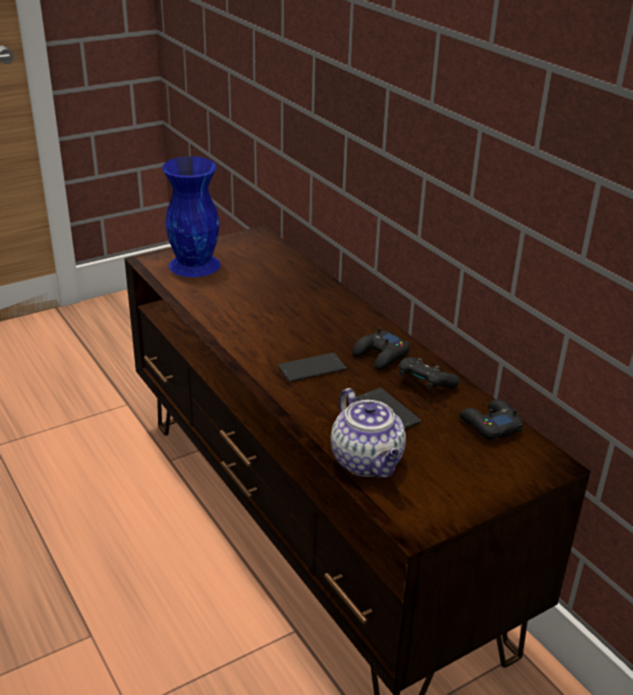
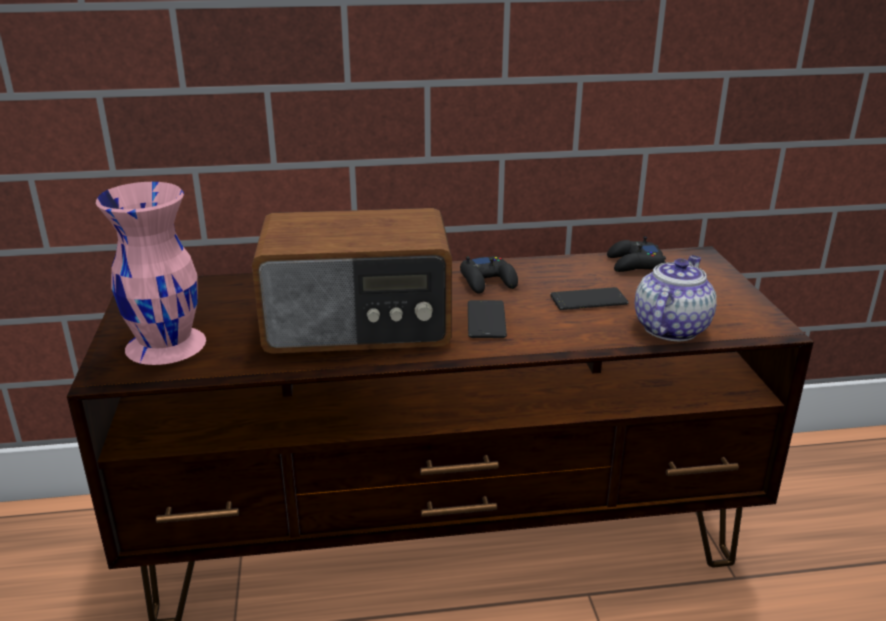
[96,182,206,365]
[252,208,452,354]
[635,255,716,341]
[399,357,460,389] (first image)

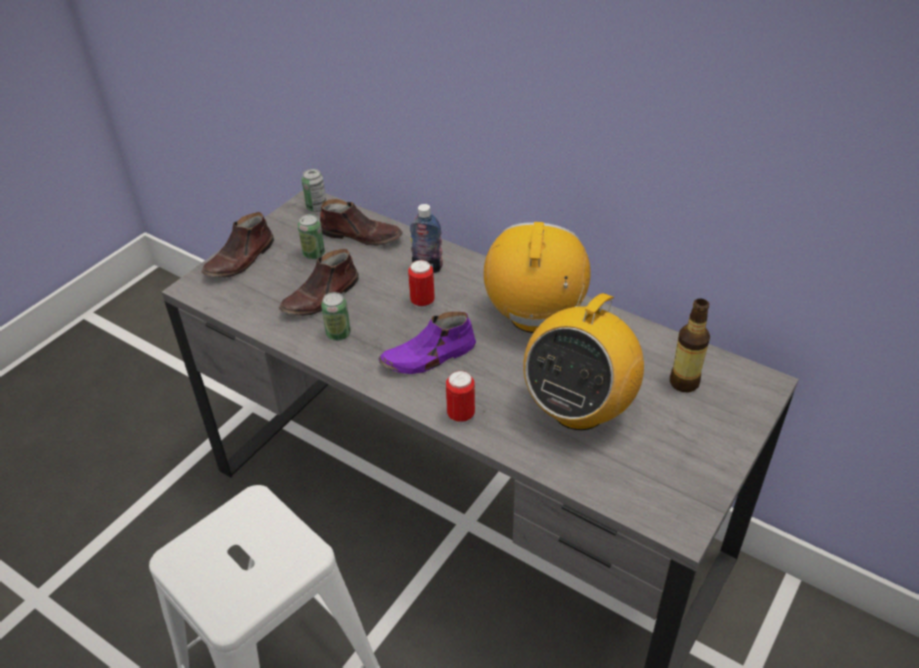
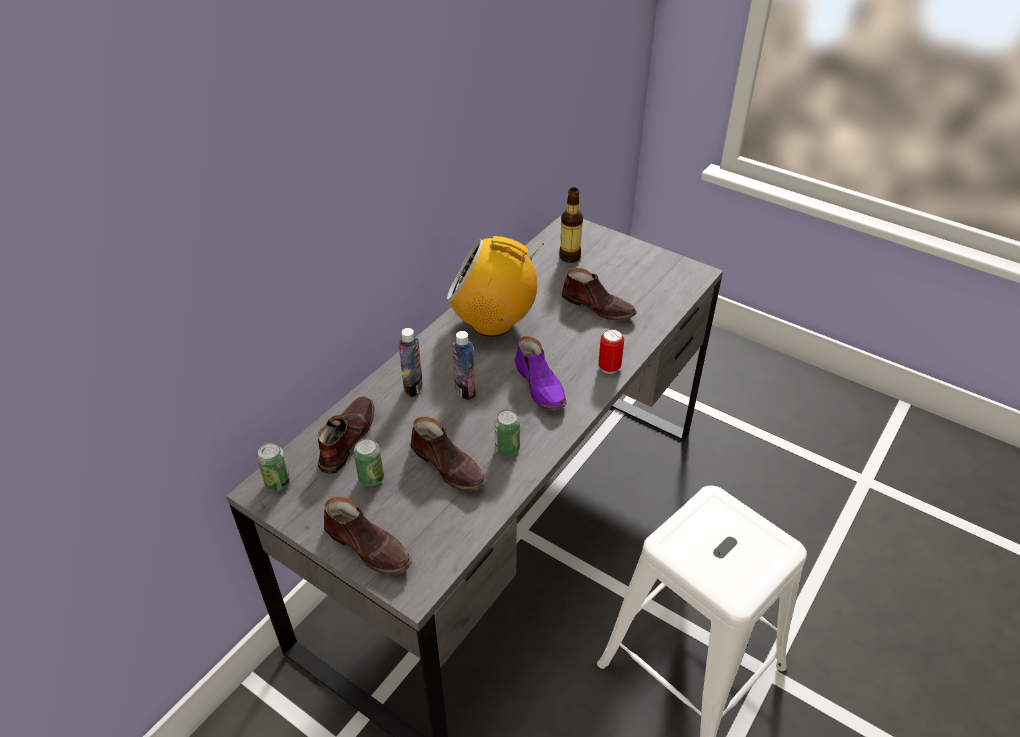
[452,331,475,400]
[561,268,637,320]

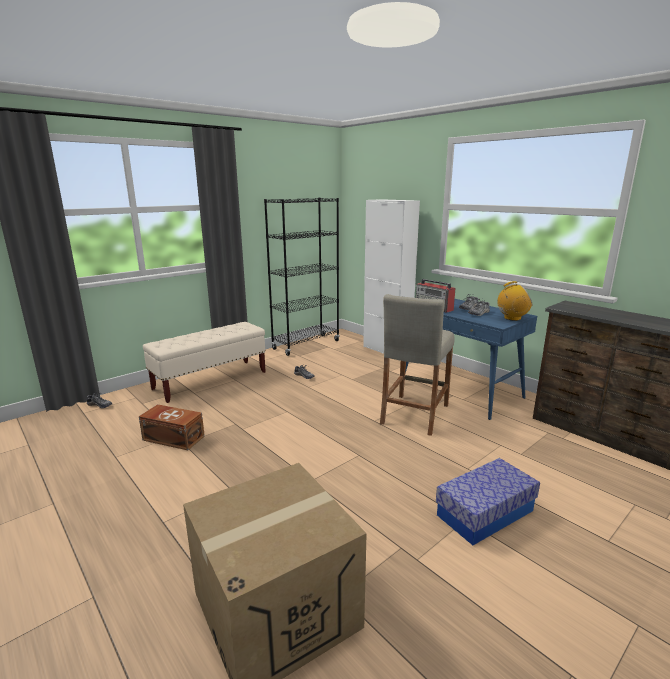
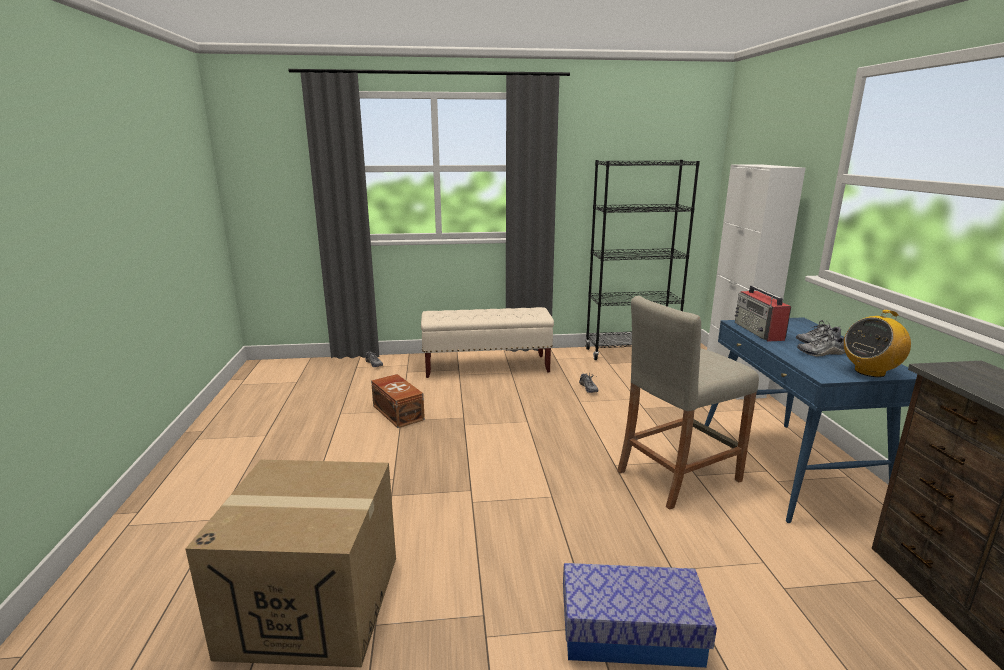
[844,310,911,377]

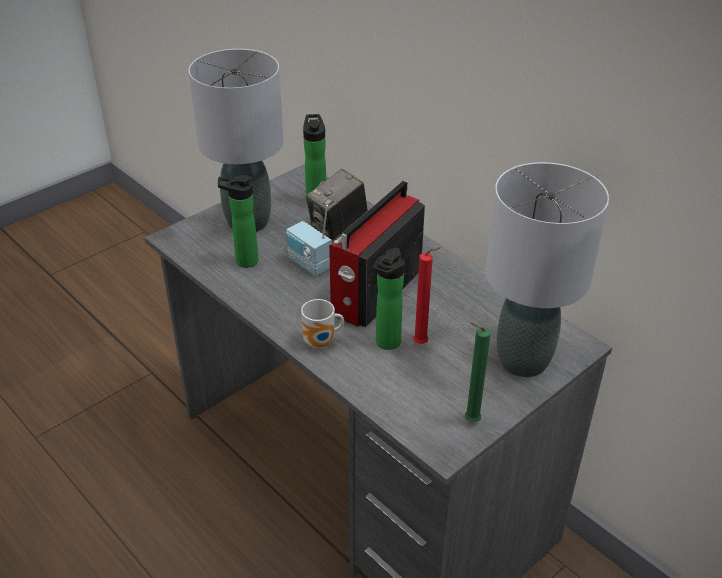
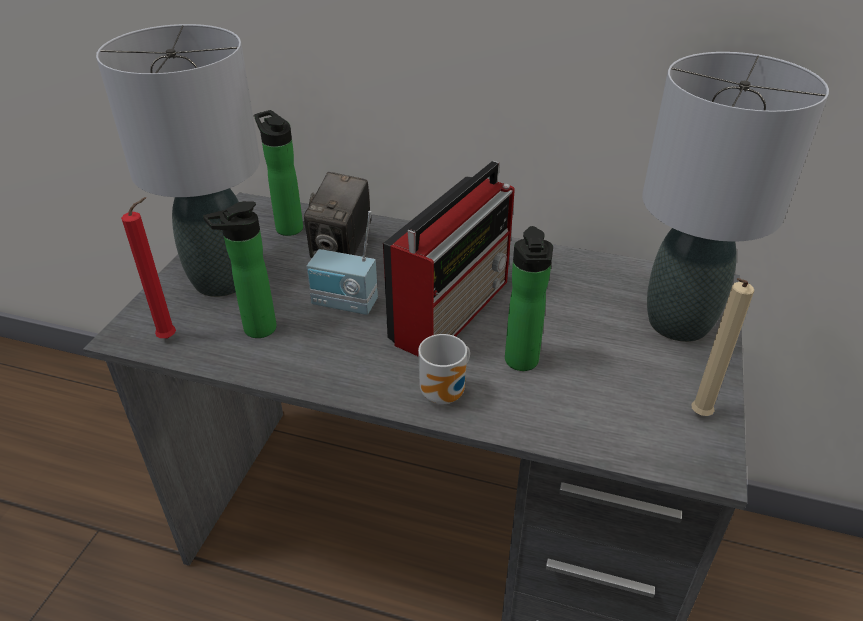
[121,197,176,338]
[383,161,515,357]
[691,278,754,416]

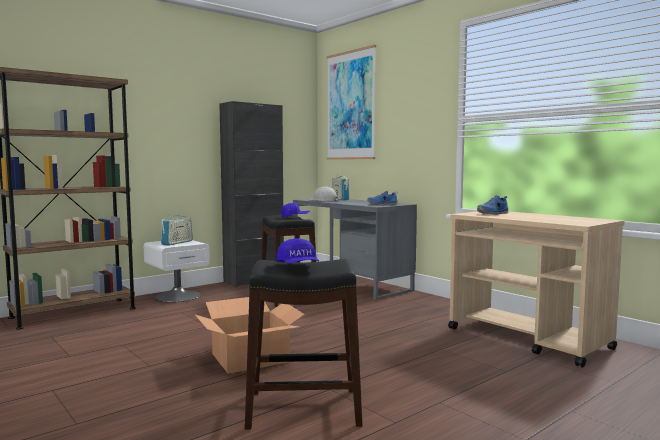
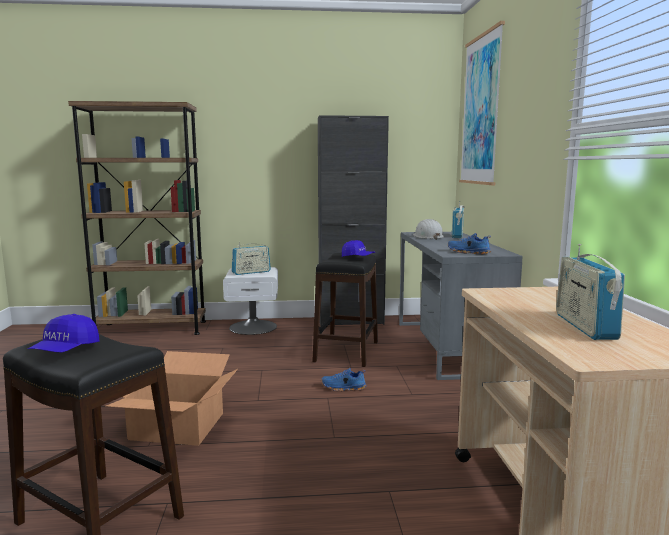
[321,368,366,391]
[556,244,625,340]

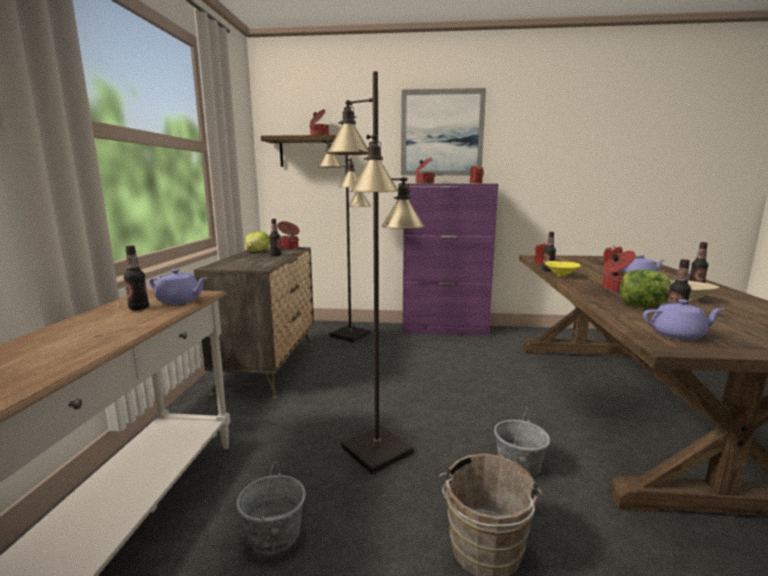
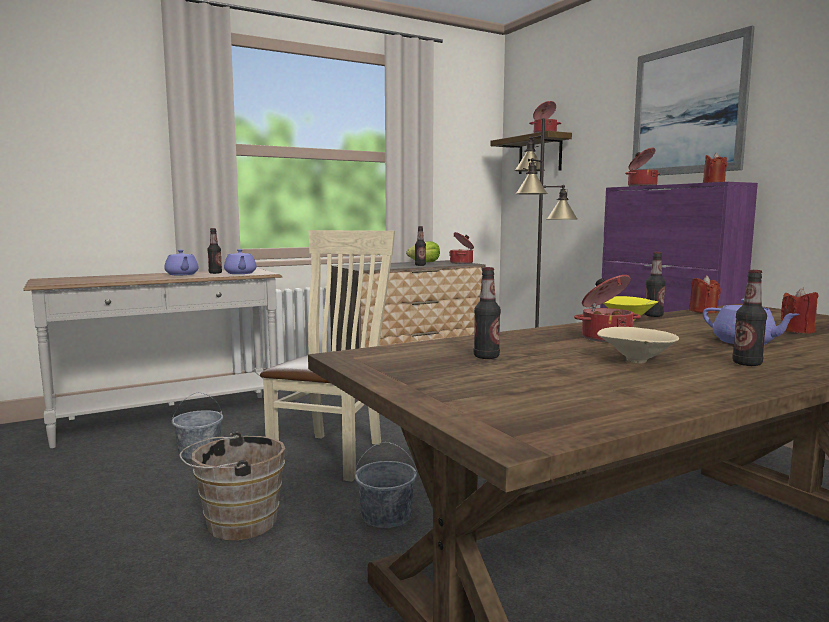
[164,250,199,275]
[260,230,395,482]
[620,269,674,307] (first image)

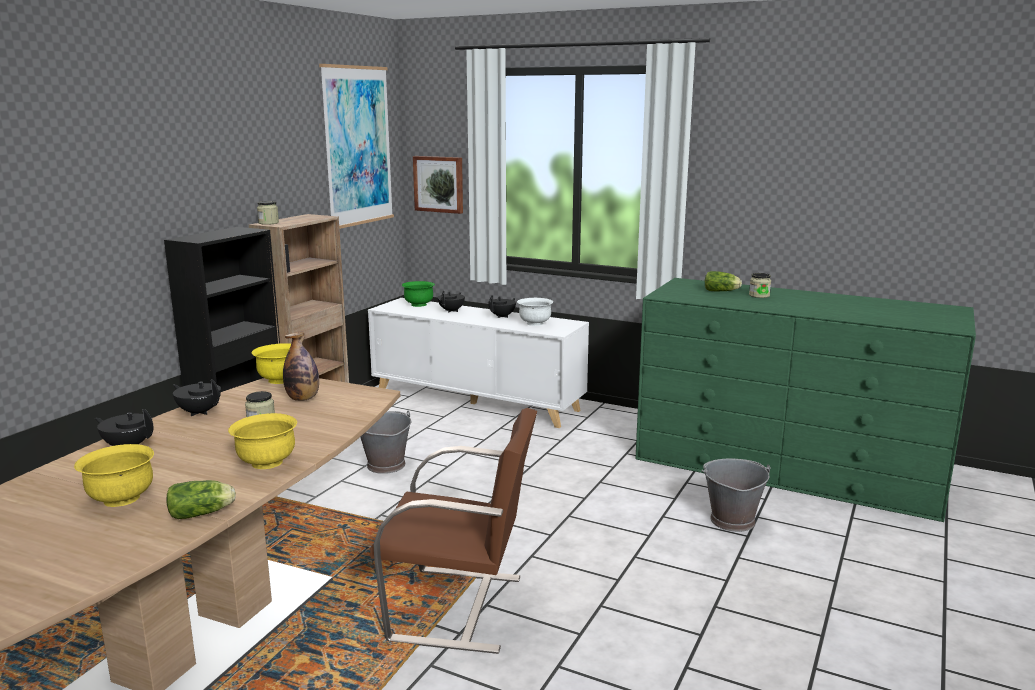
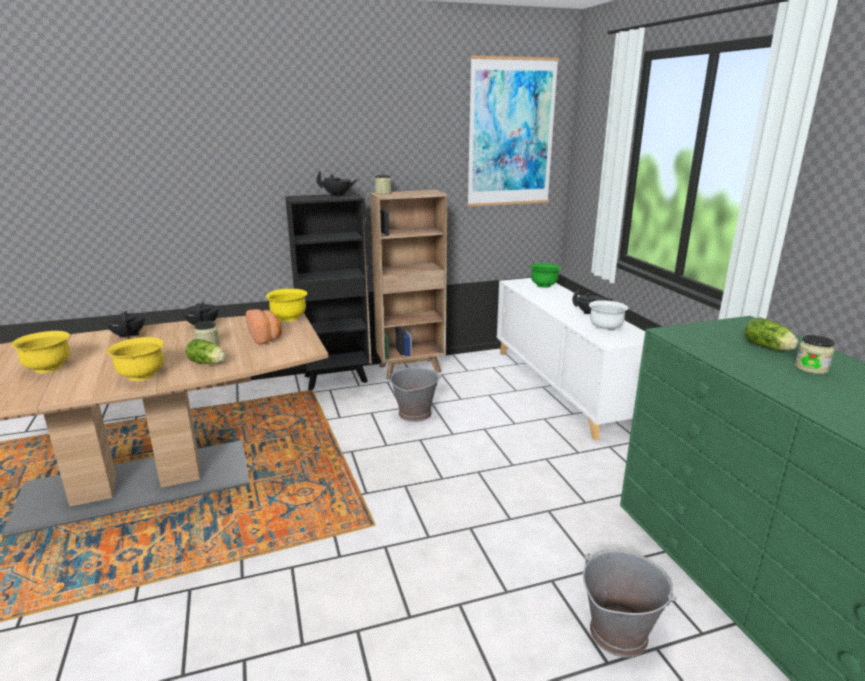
[186,339,226,364]
[246,309,282,344]
[317,171,357,197]
[370,408,537,654] (first image)
[413,156,463,214] (first image)

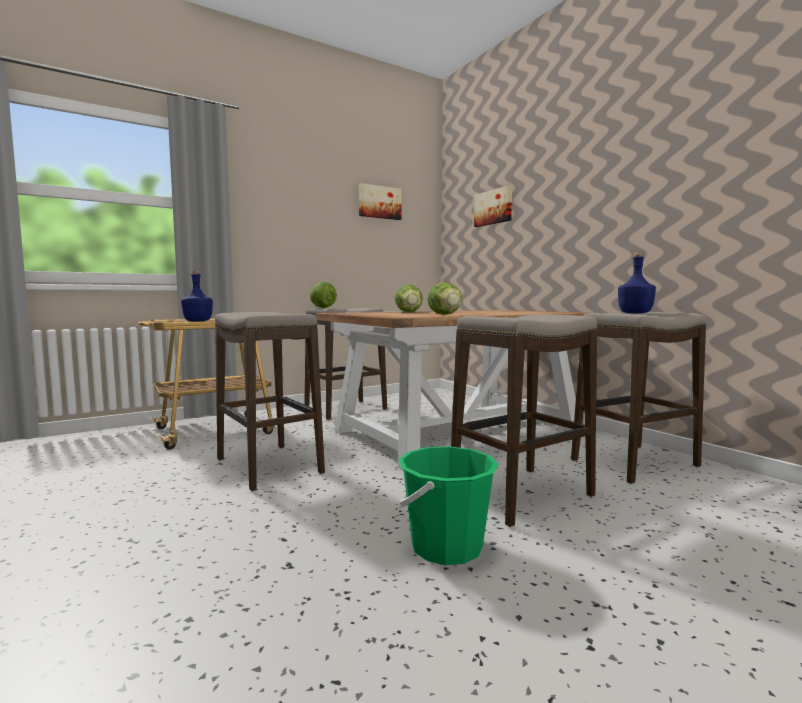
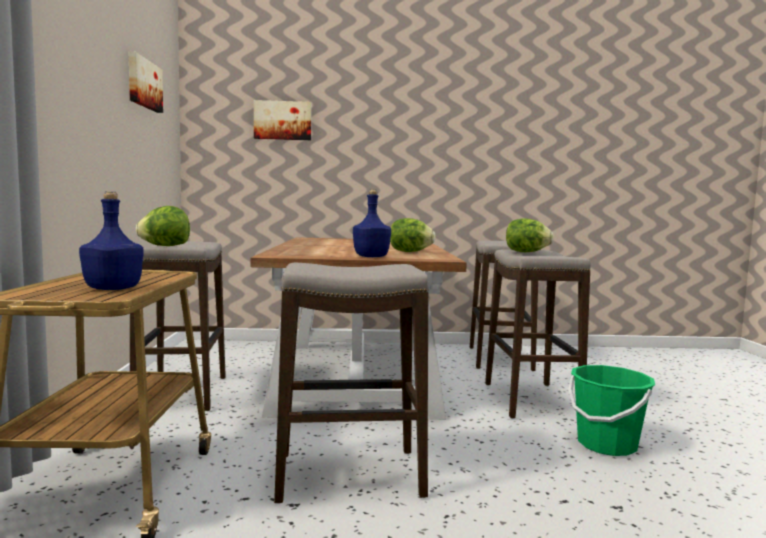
[353,189,391,257]
[506,219,554,252]

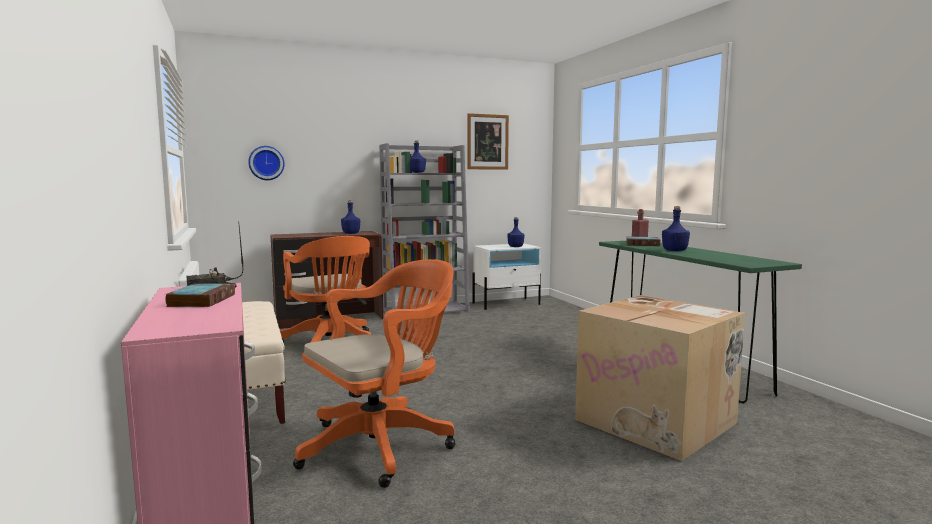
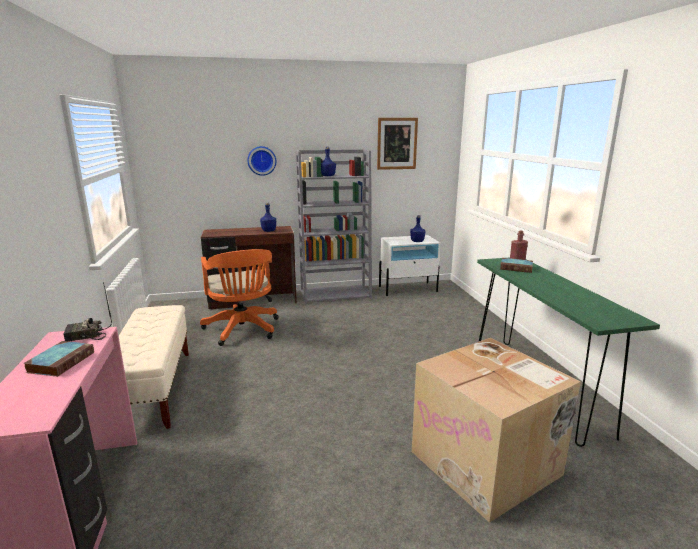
[247,146,276,176]
[293,259,456,488] (first image)
[662,206,690,251] (first image)

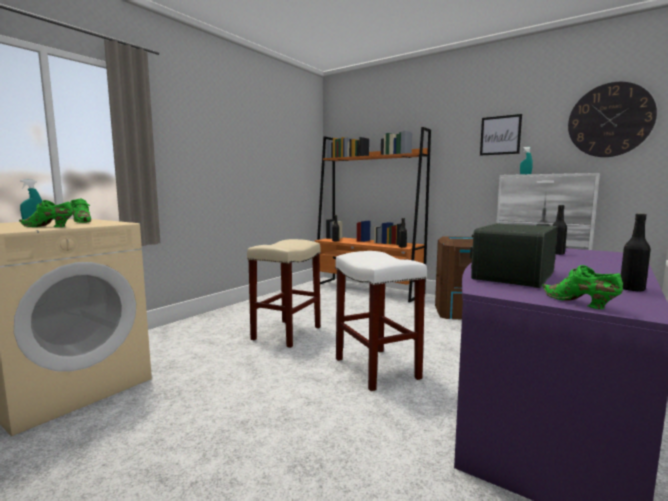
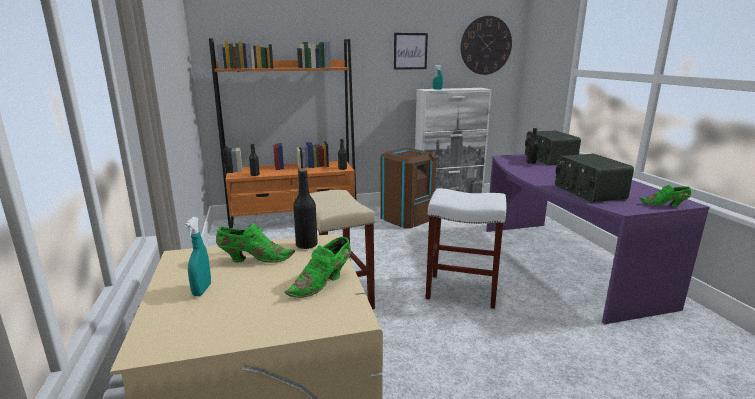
[293,170,318,249]
[525,130,581,165]

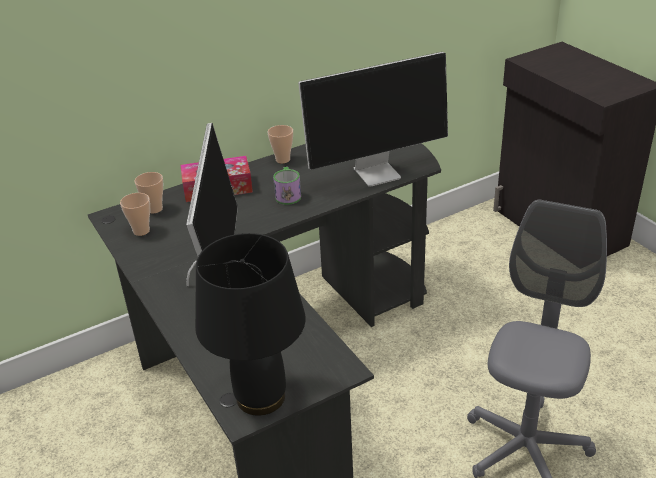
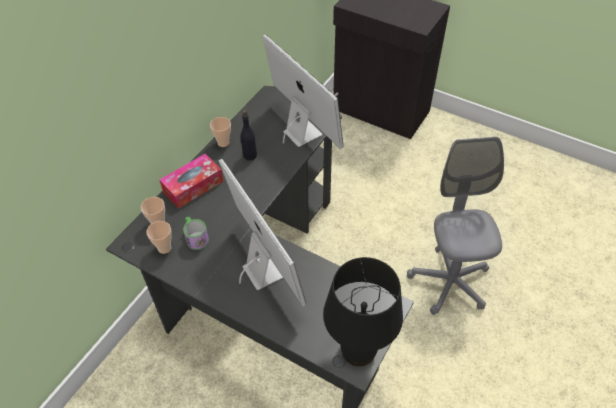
[183,217,209,250]
[240,110,257,161]
[263,34,344,149]

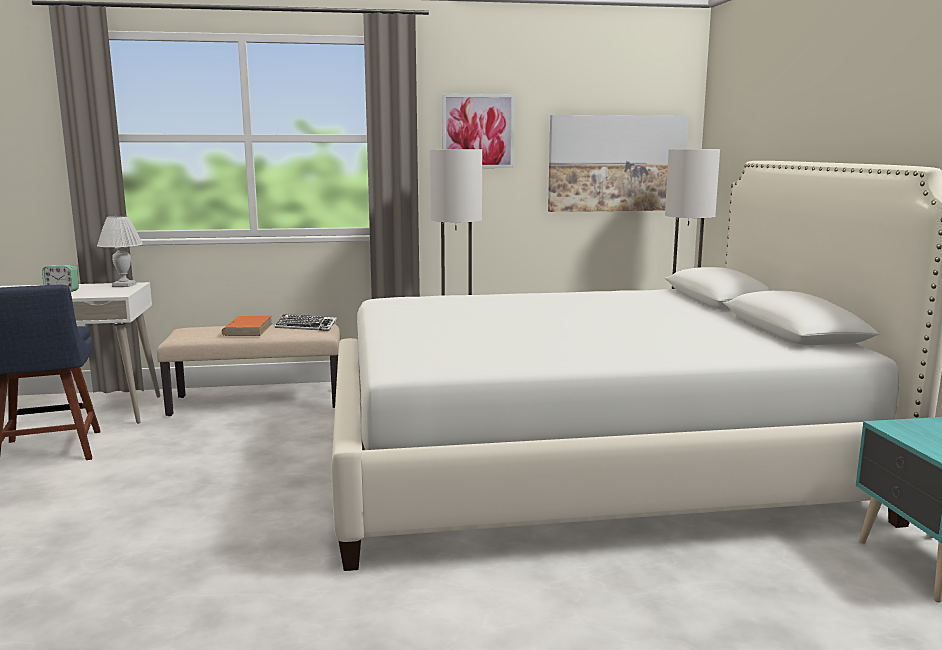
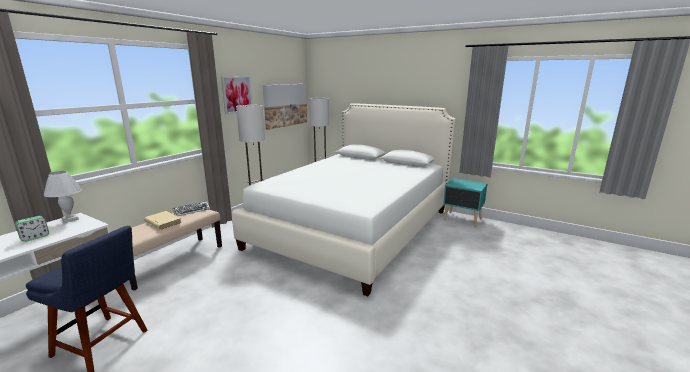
[144,211,181,230]

